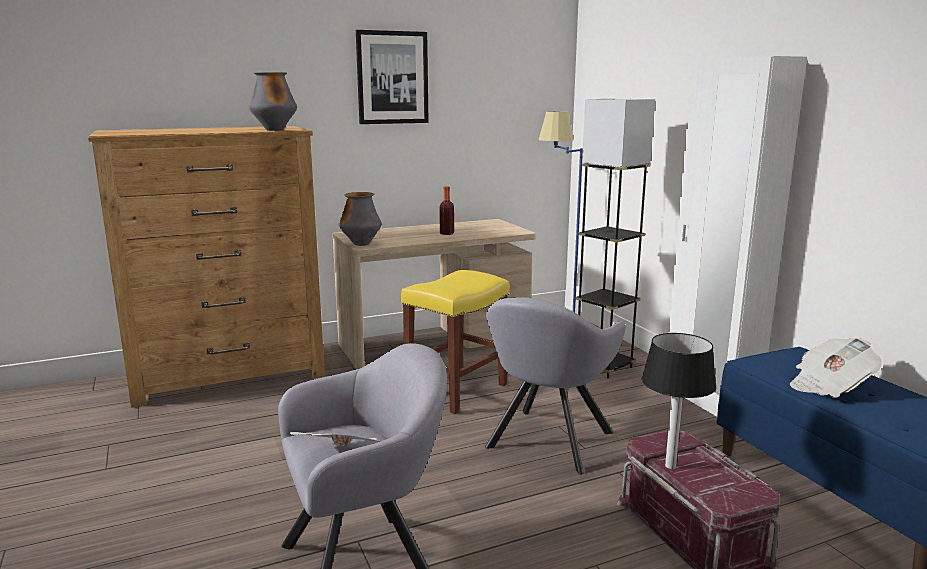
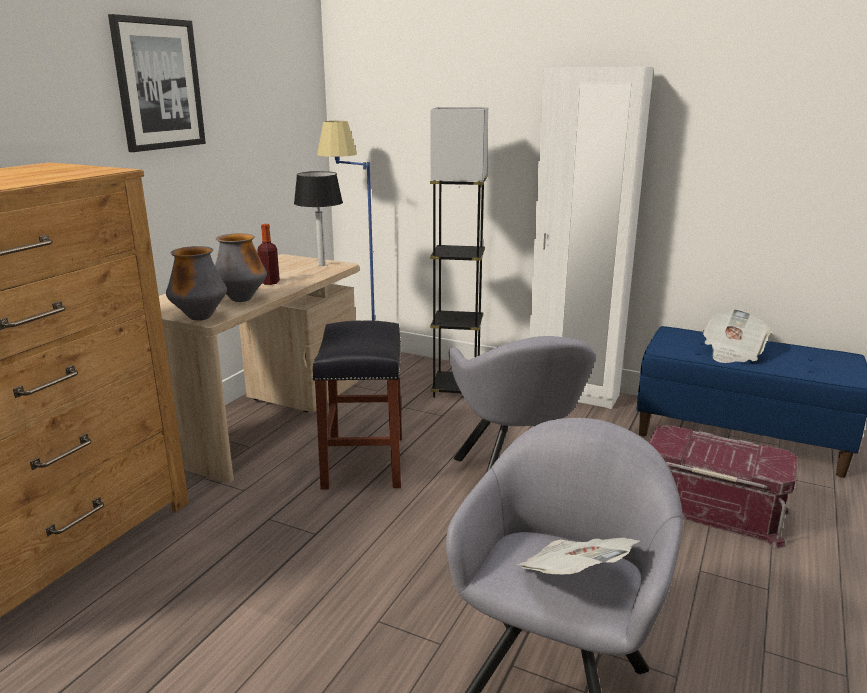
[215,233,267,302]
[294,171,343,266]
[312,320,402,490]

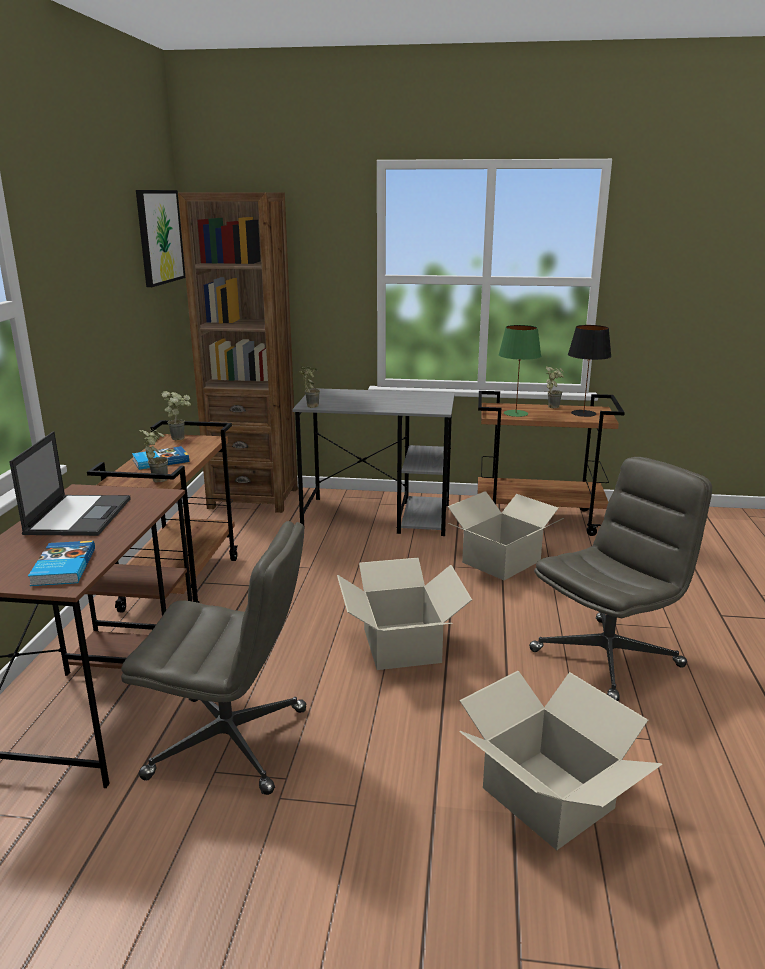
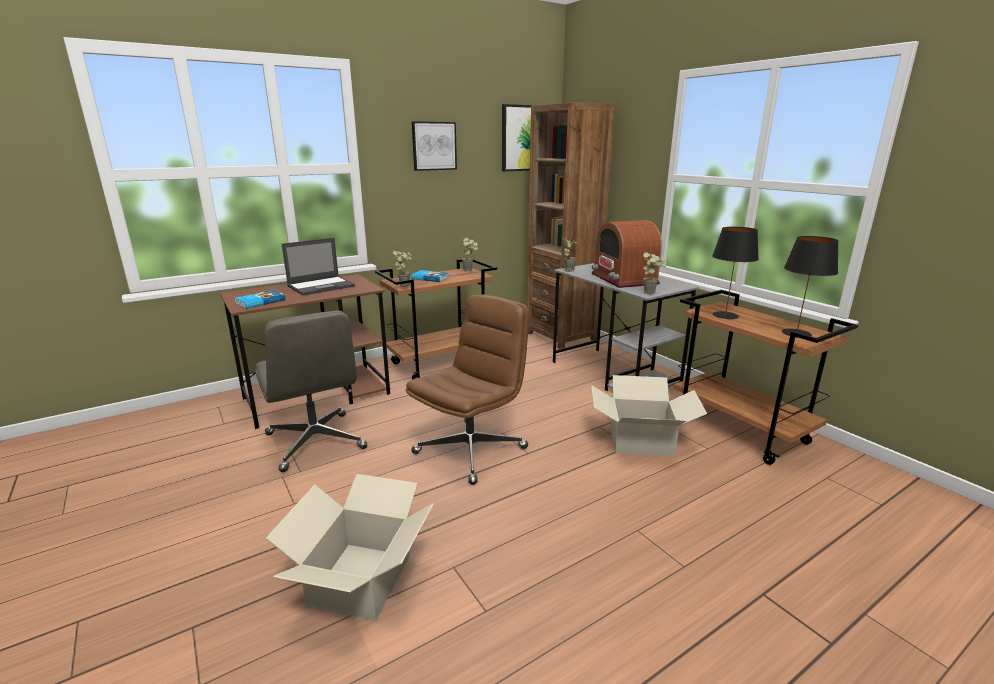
[406,294,529,485]
[412,121,457,171]
[592,220,662,288]
[643,252,666,295]
[712,227,759,319]
[529,457,712,701] (first image)

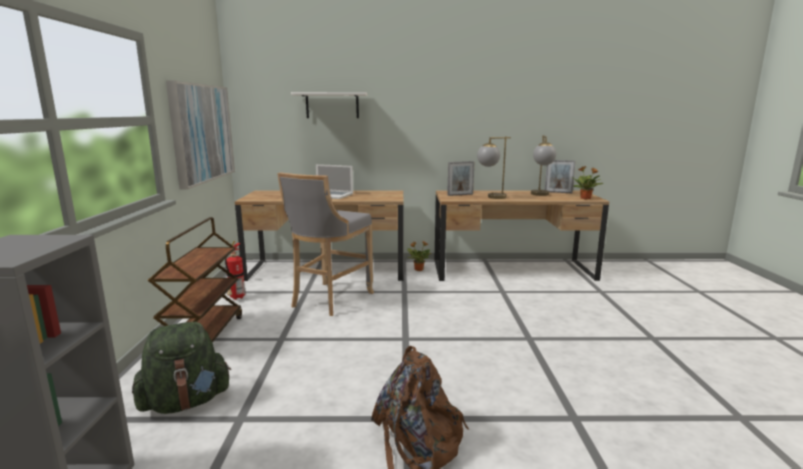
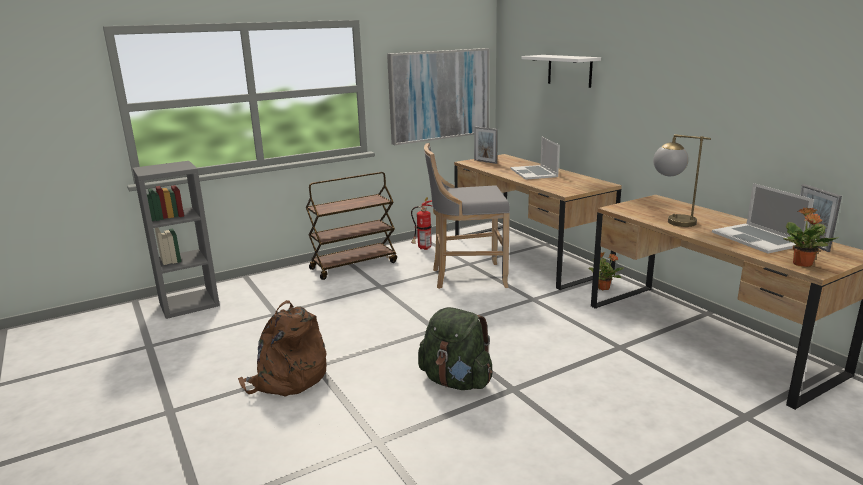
[418,307,492,390]
[474,126,498,164]
[712,183,814,253]

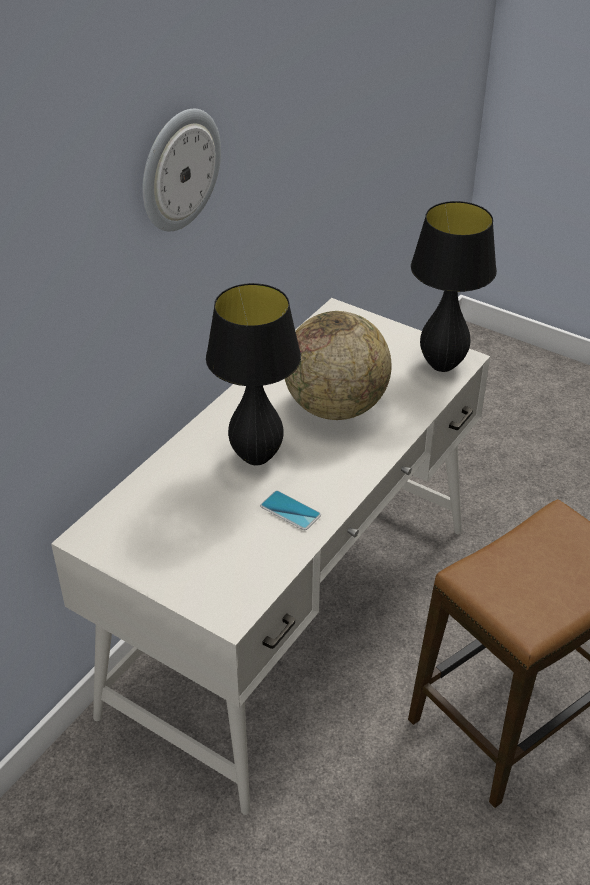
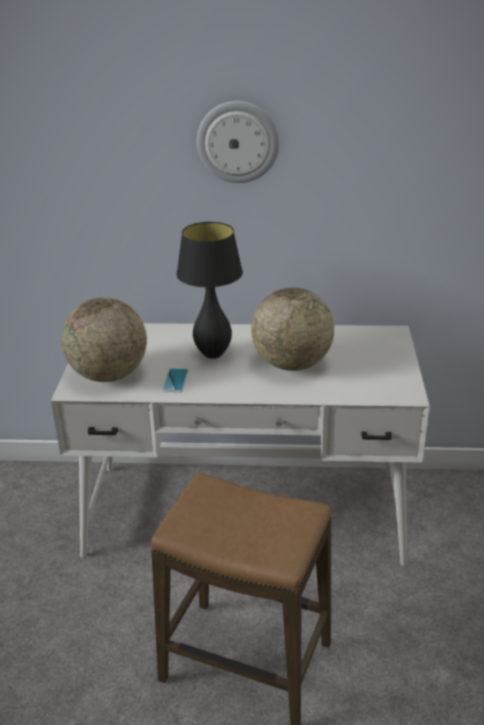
[61,298,147,382]
[411,201,497,372] (first image)

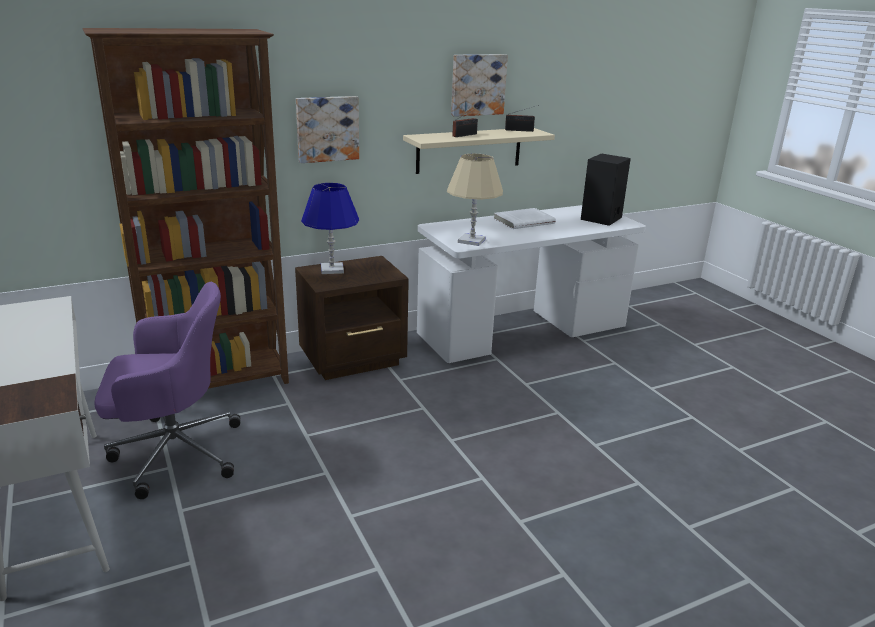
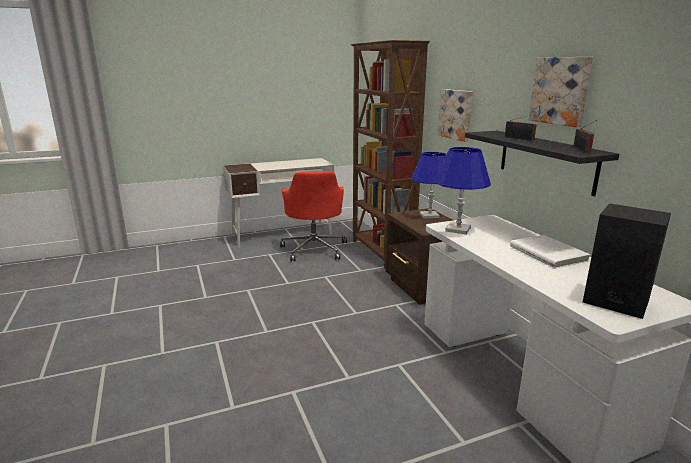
[280,171,347,261]
[435,147,491,235]
[465,131,619,196]

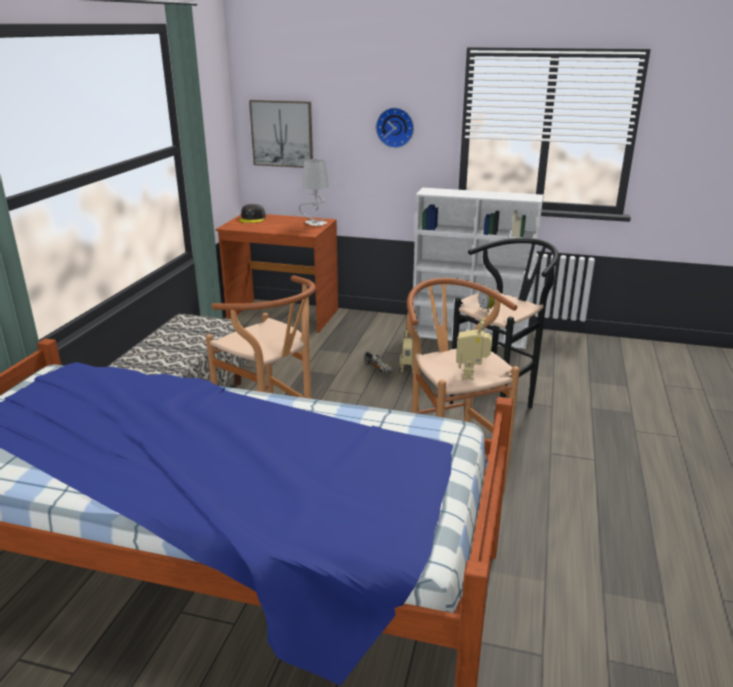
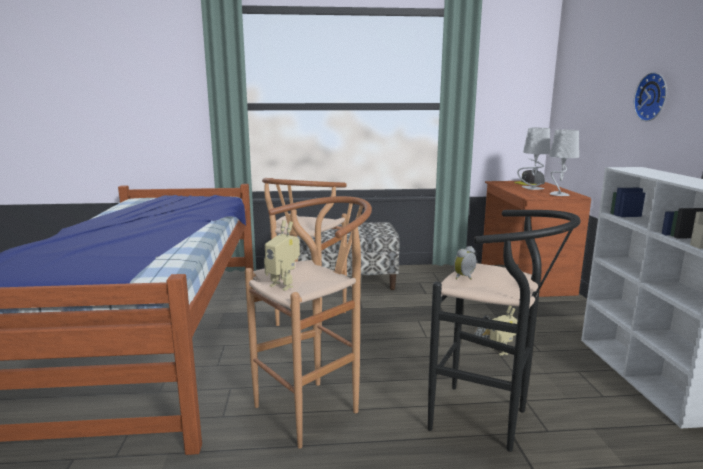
[264,220,300,291]
[517,128,550,190]
[249,100,313,168] (first image)

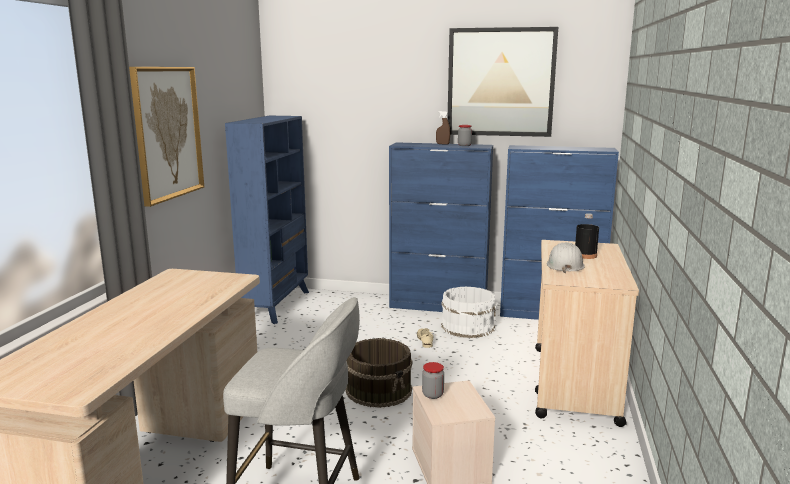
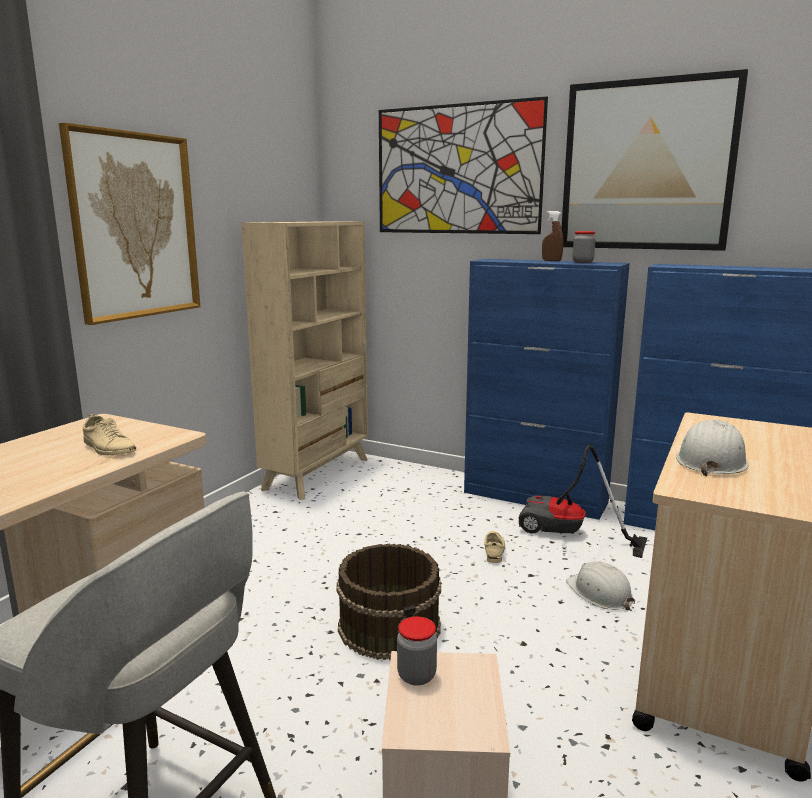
[83,414,136,456]
[241,221,368,500]
[379,96,548,234]
[519,445,647,558]
[566,561,635,610]
[575,213,599,259] (first image)

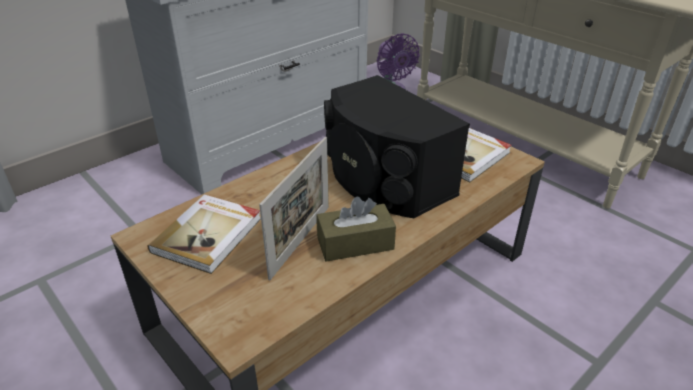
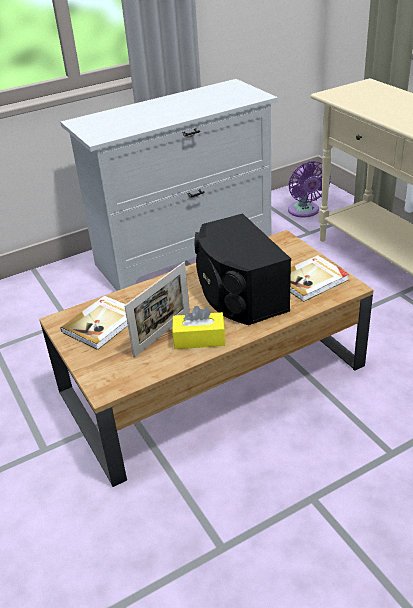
[172,306,225,349]

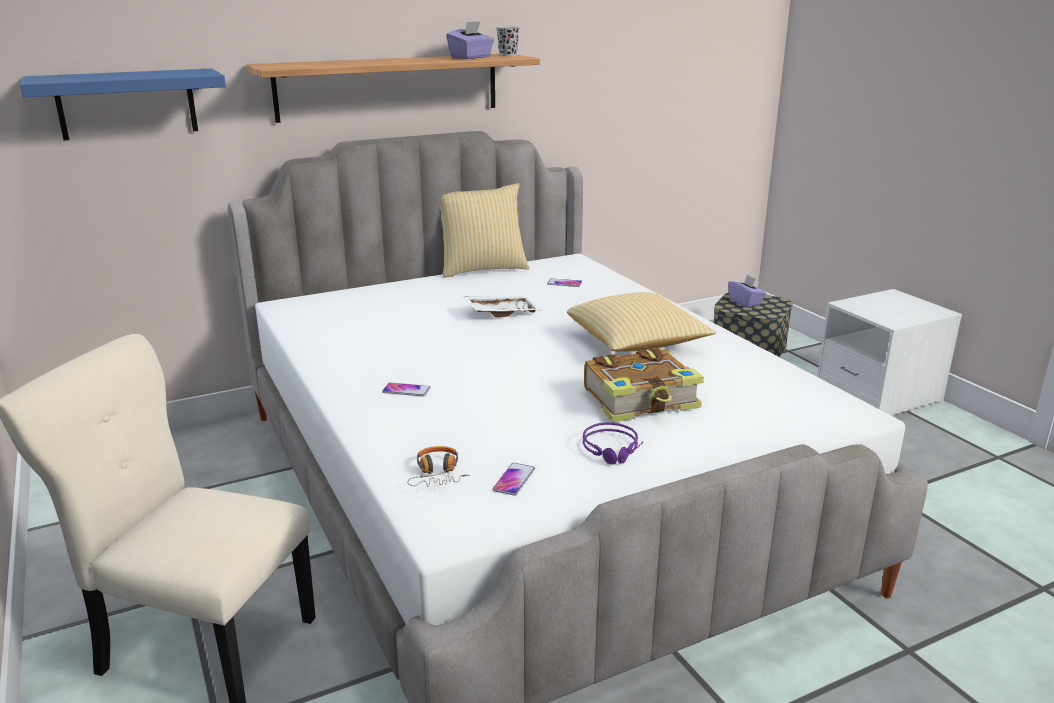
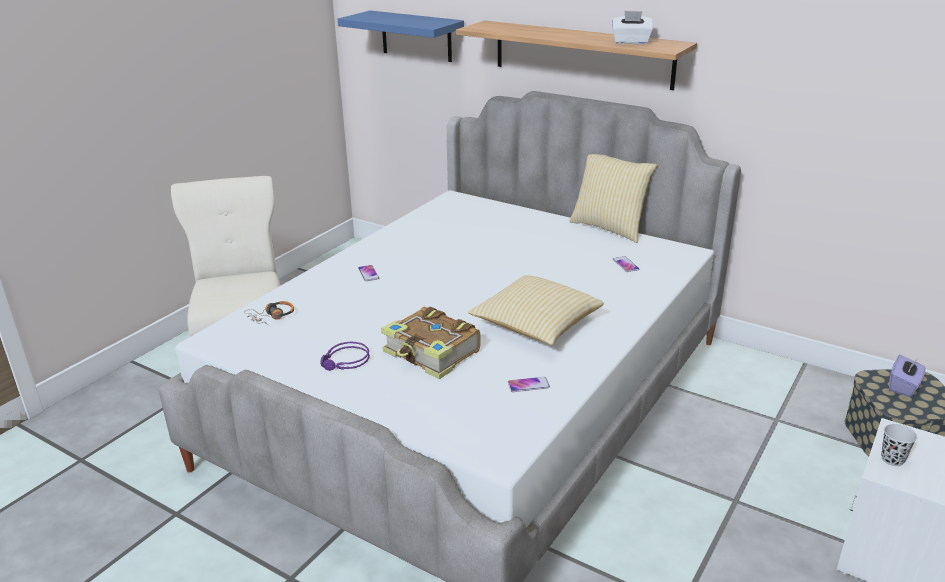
[508,377,550,392]
[612,11,653,44]
[881,424,917,466]
[464,296,540,317] (first image)

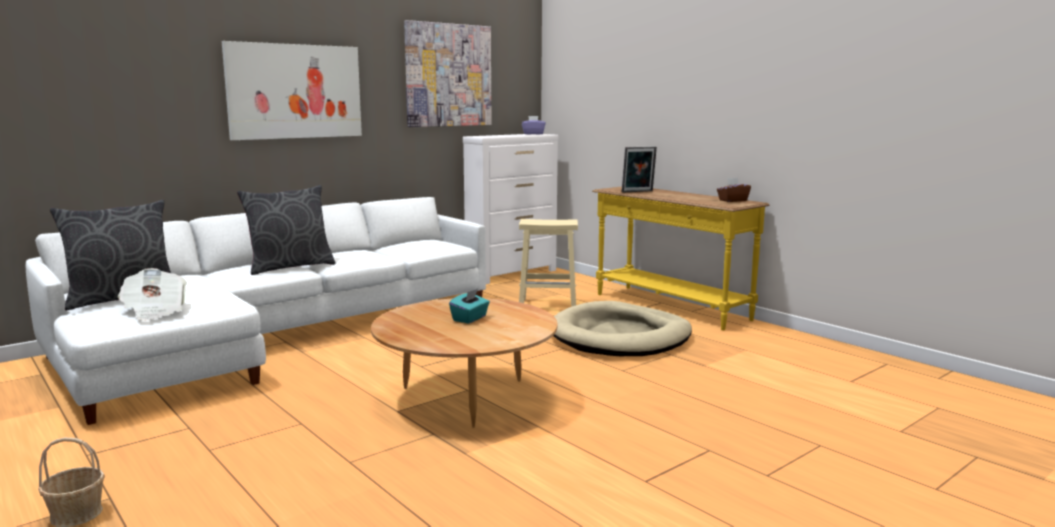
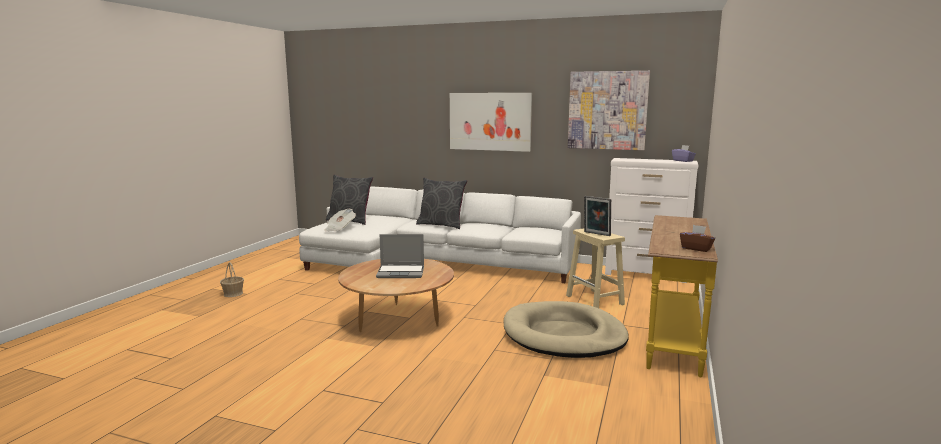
[376,234,424,278]
[584,196,611,236]

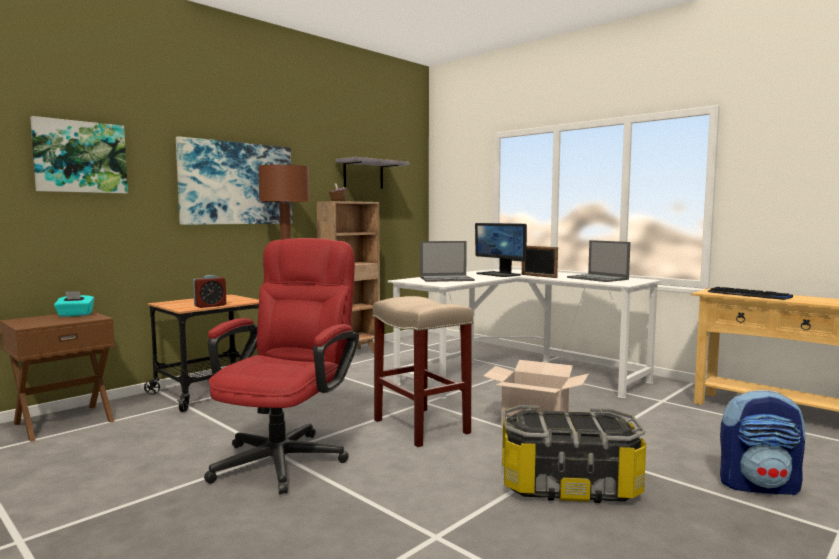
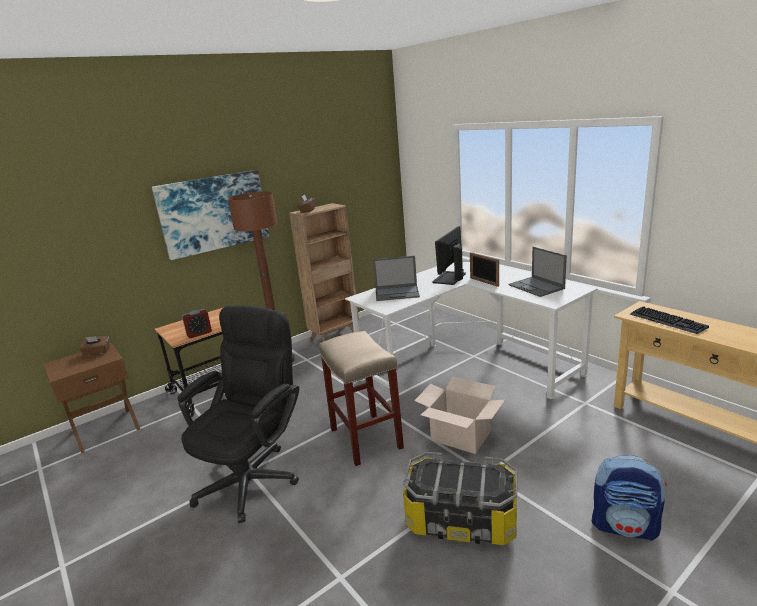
[79,336,109,356]
[177,306,299,523]
[432,226,466,285]
[30,116,128,194] (first image)
[335,157,410,189] (first image)

